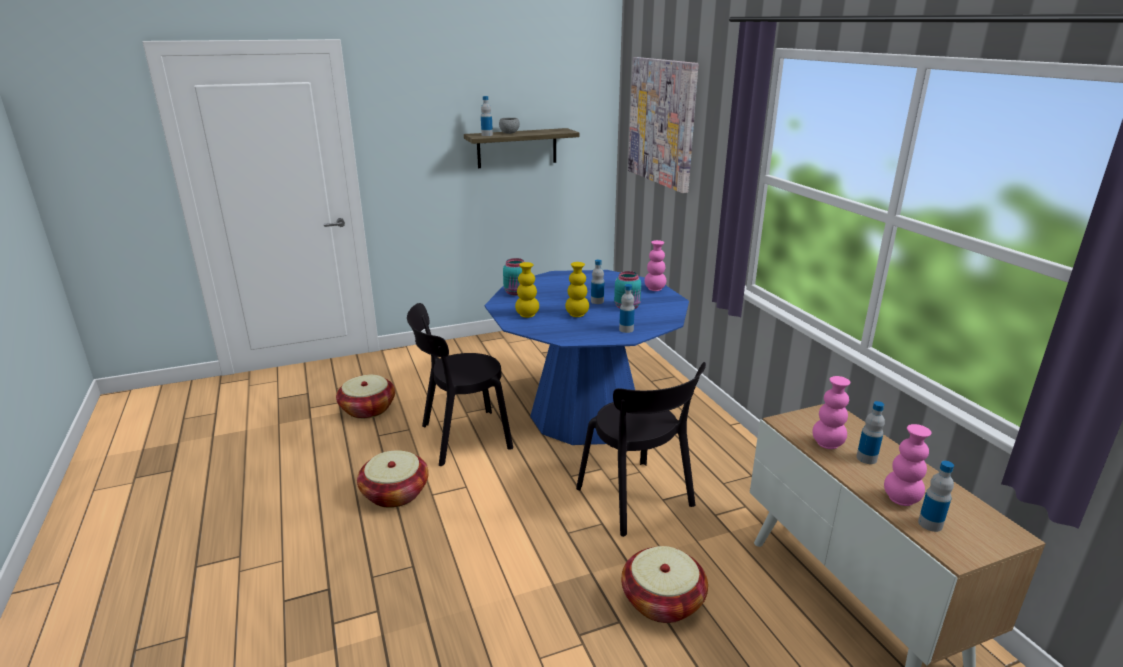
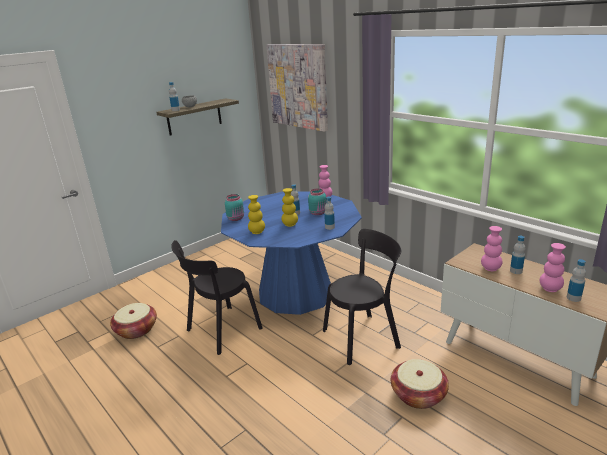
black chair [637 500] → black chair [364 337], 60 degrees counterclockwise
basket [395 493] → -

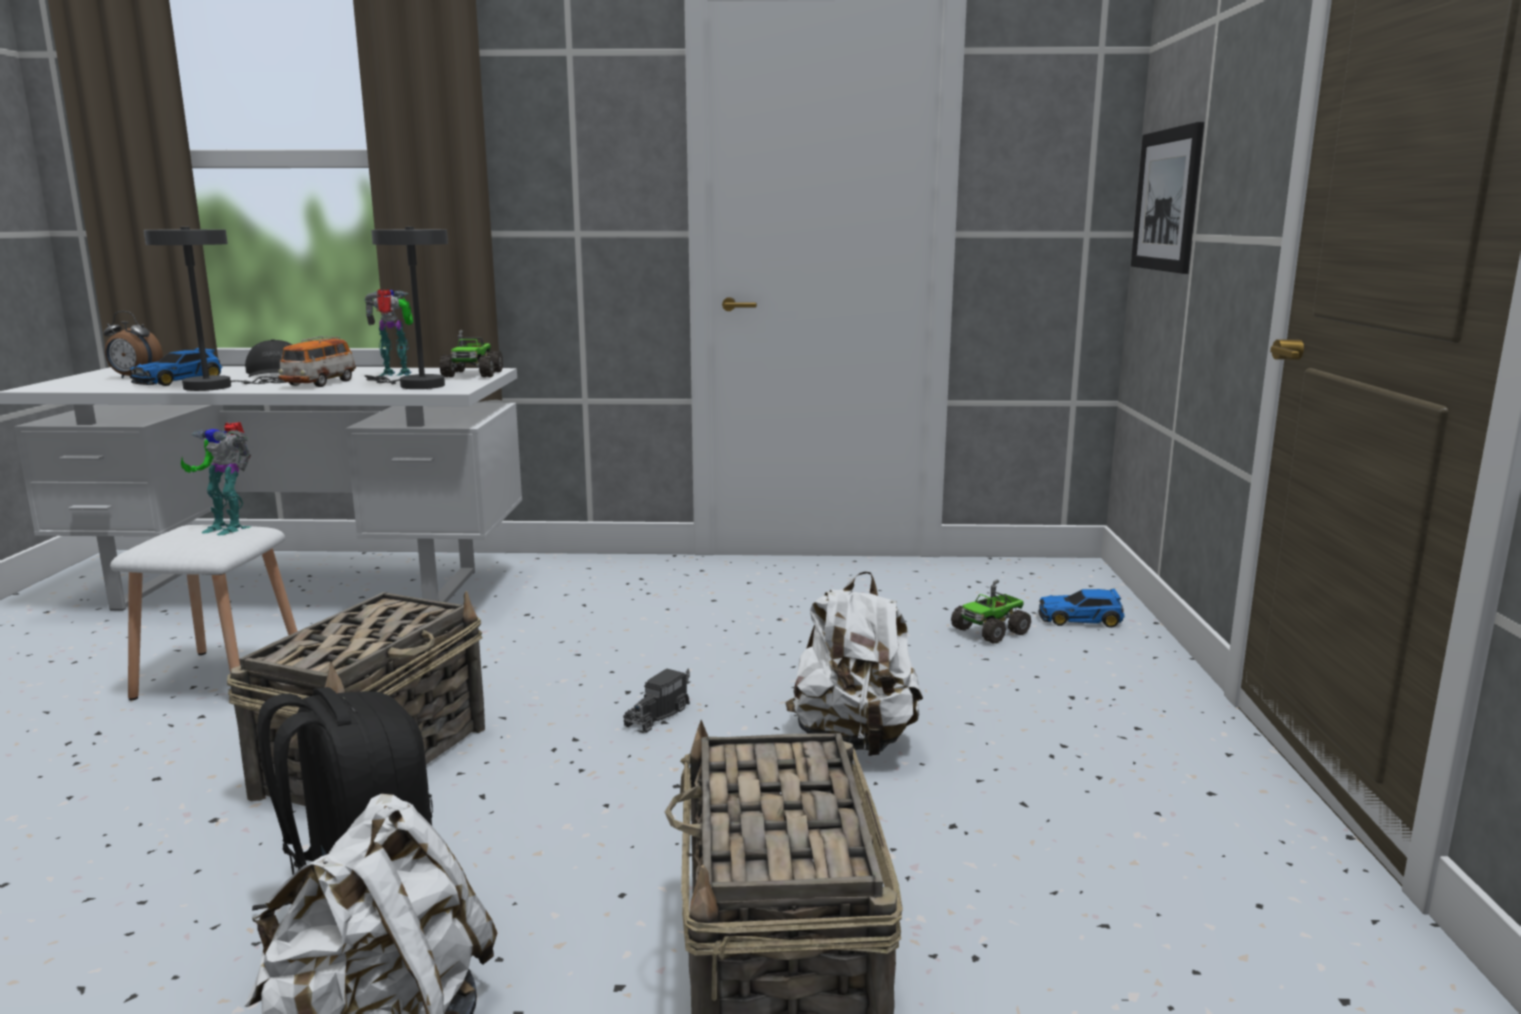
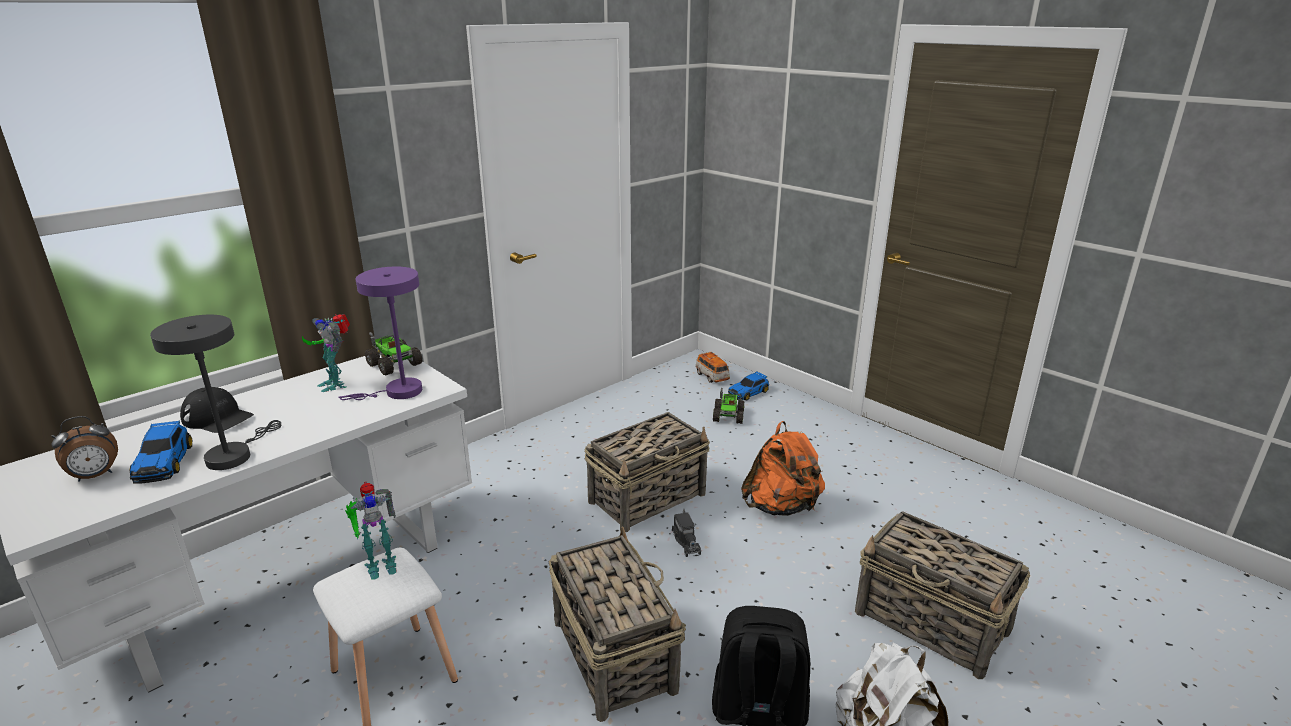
toy robot [397 374] → toy robot [335 384], 75 degrees counterclockwise
grey table lamp [415 385] → purple table lamp [397 392]
- → basket [648 497]
toy car [319 383] → toy car [712 377], move
white backpack [854 741] → orange backpack [781 507]
picture [1166 200] → -

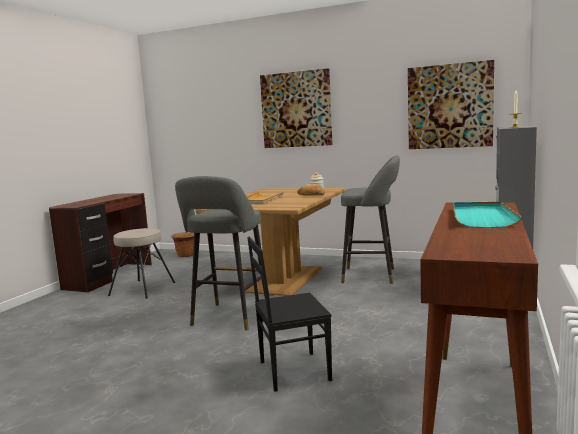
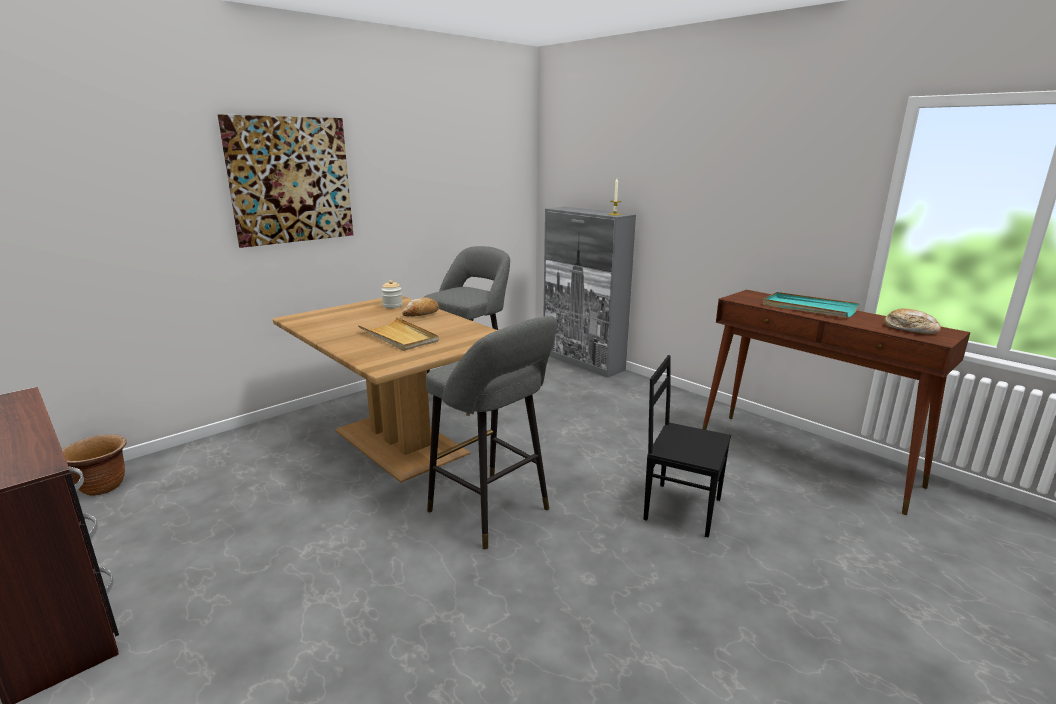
black chair [292 370] → black chair [681 508], 105 degrees clockwise
- → bread [910 329]
beige stool [143 289] → -
picture [449 106] → -

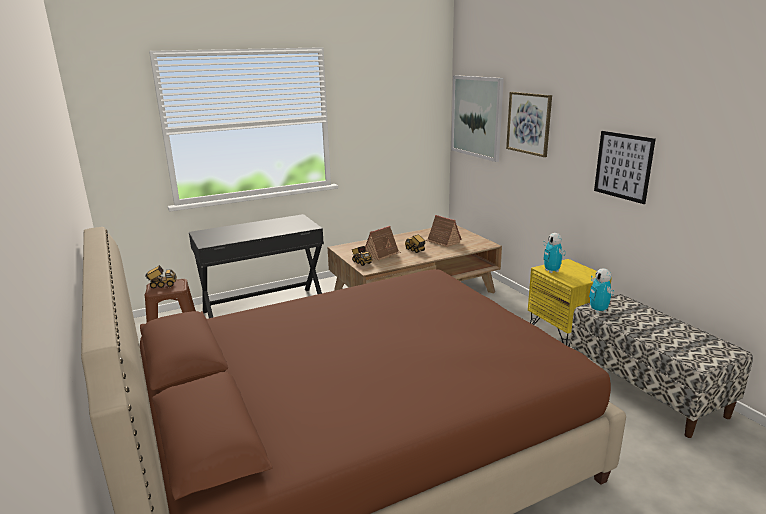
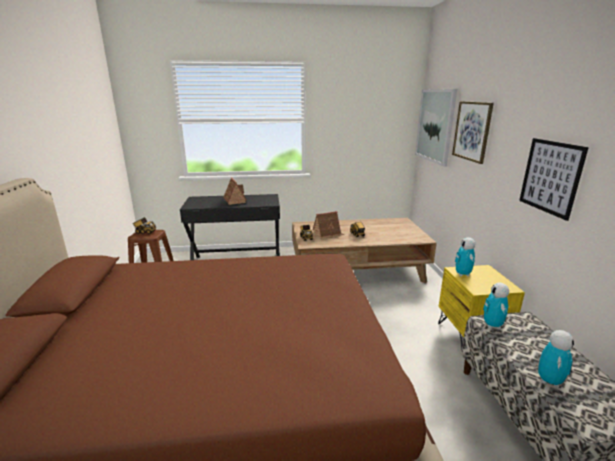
toy house [443 241] → toy house [234 200], move
- → toy robot [549 381]

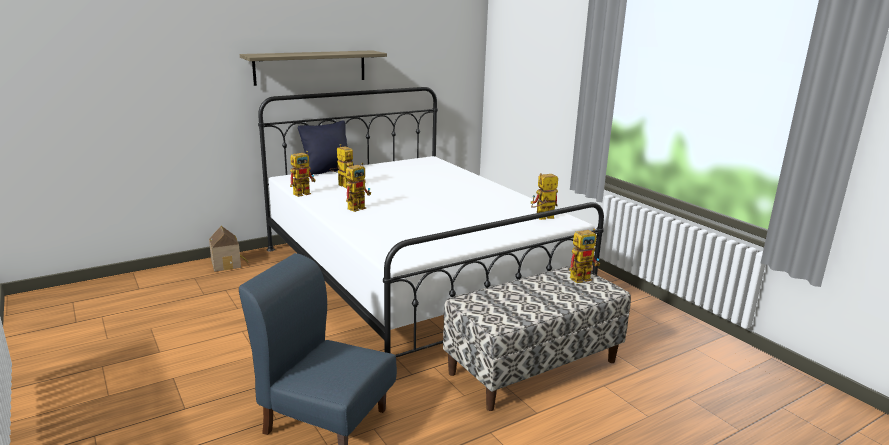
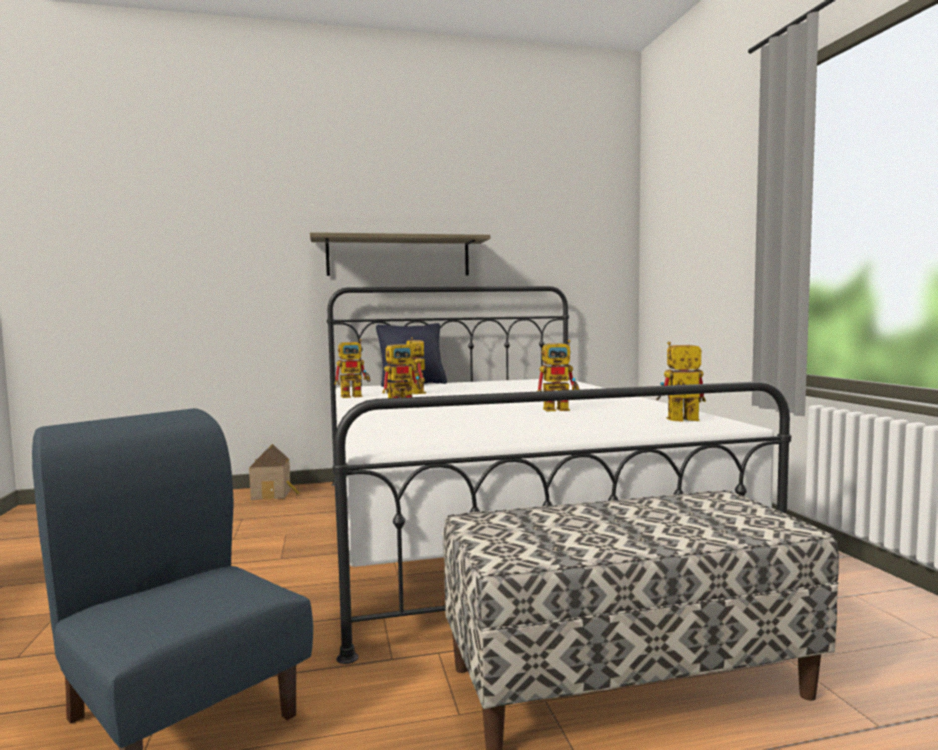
toy robot [583 277] → toy robot [561 409], move

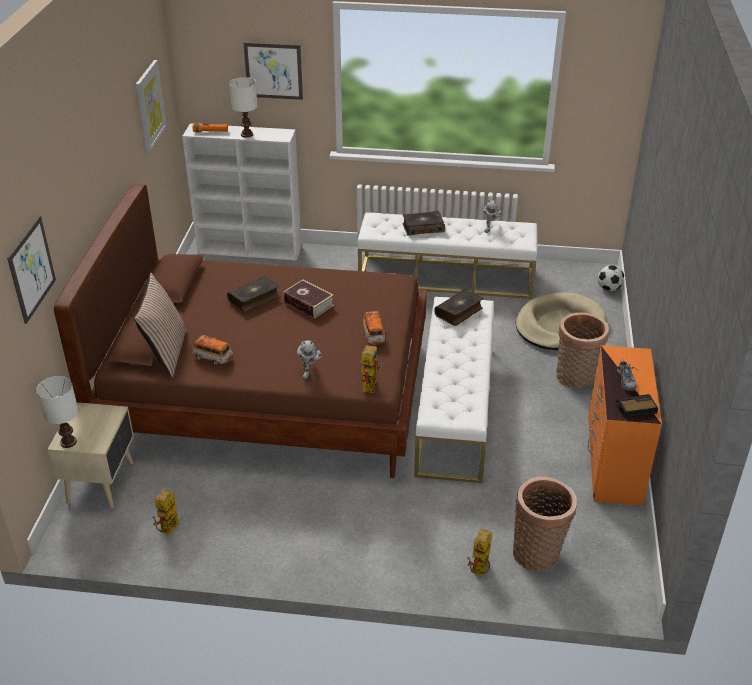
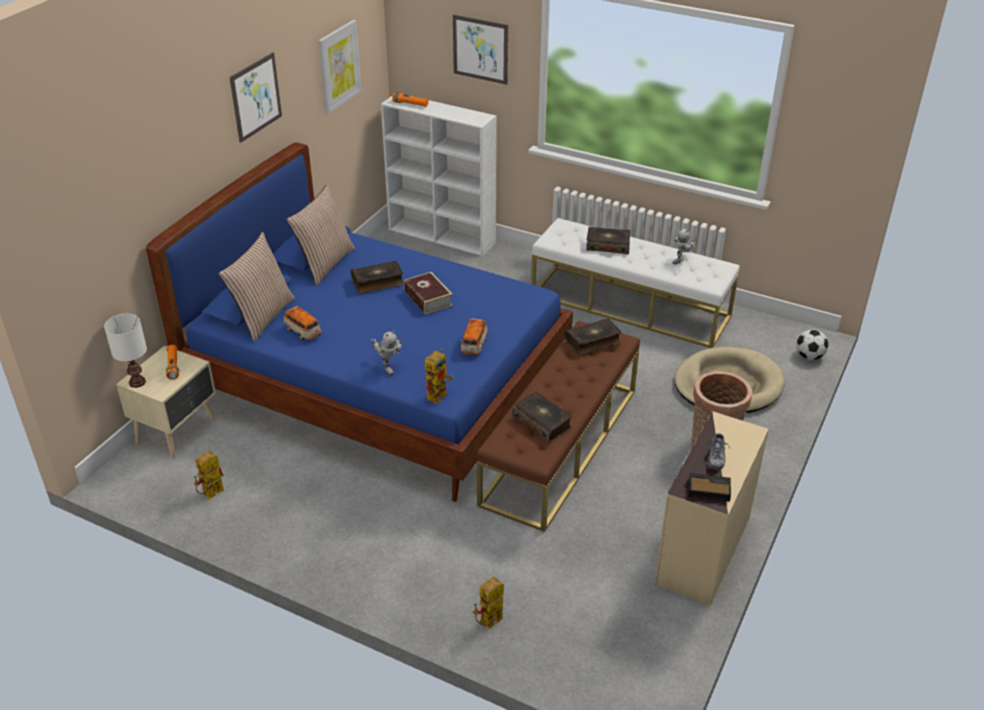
brown bed [268 392] → blue bed [379 382]
- → orange flashlight [173 366]
picture [31 269] → picture [256 97], move
- → pillow [325 263]
toy robot [309 371] → toy robot [387 367], 60 degrees counterclockwise
white bench [454 407] → brown bench [560 445]
- → book [542 422]
orange dresser [612 463] → beige dresser [702 550]
white table lamp [247 134] → -
basket [538 553] → -

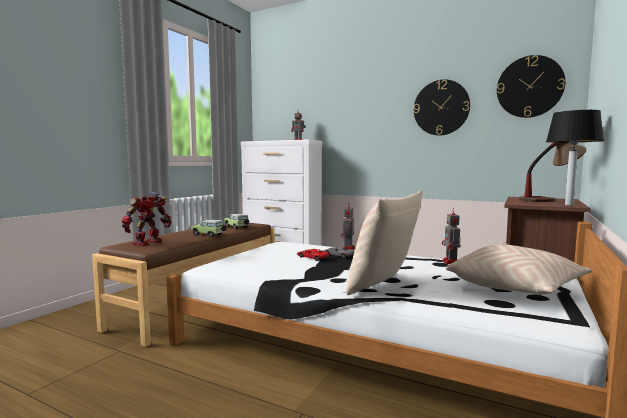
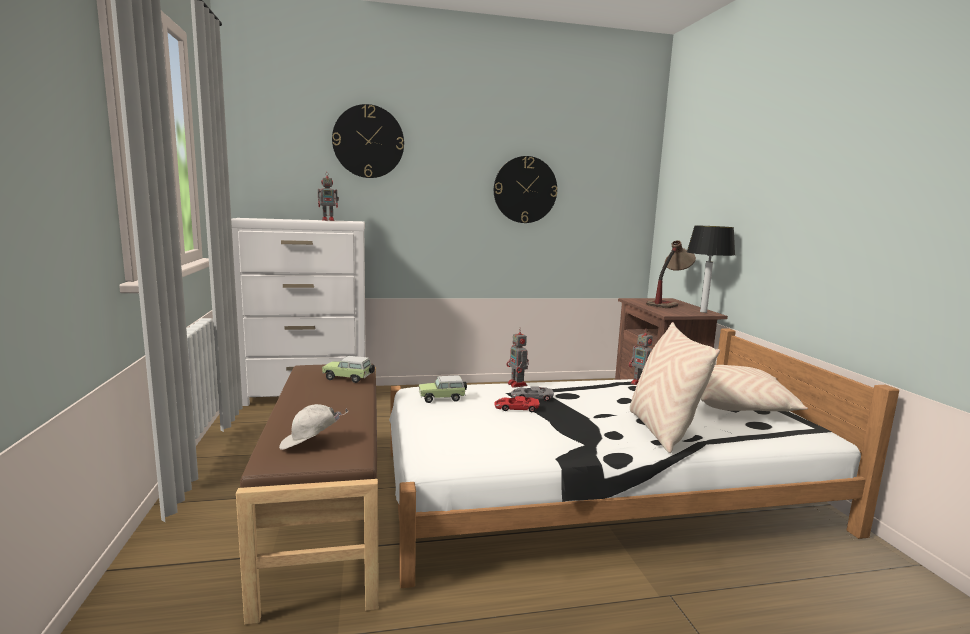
toy robot [149 243] → white cap [310 443]
wall clock [529 87] → wall clock [368 141], move
toy car [209 235] → toy car [443 398], move

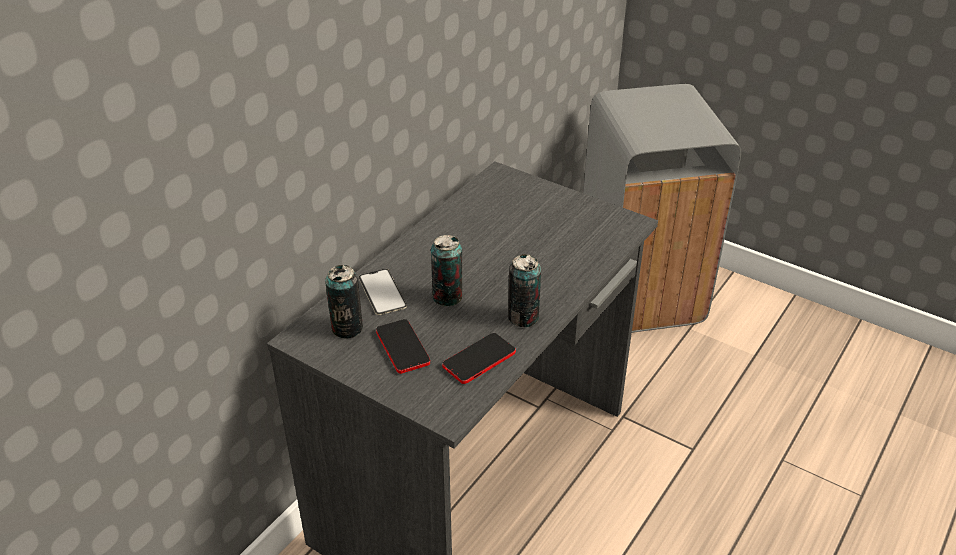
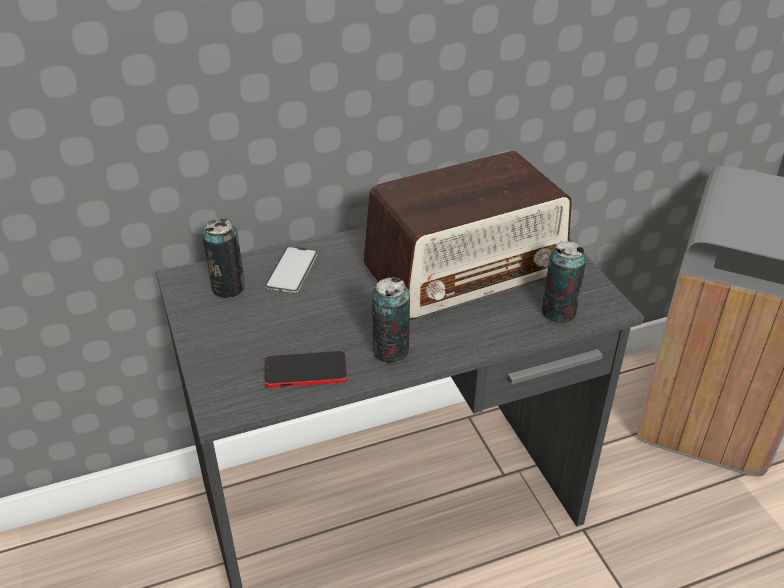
- → radio [466 269]
can [447 297] → can [558 312], move
phone [402 347] → -

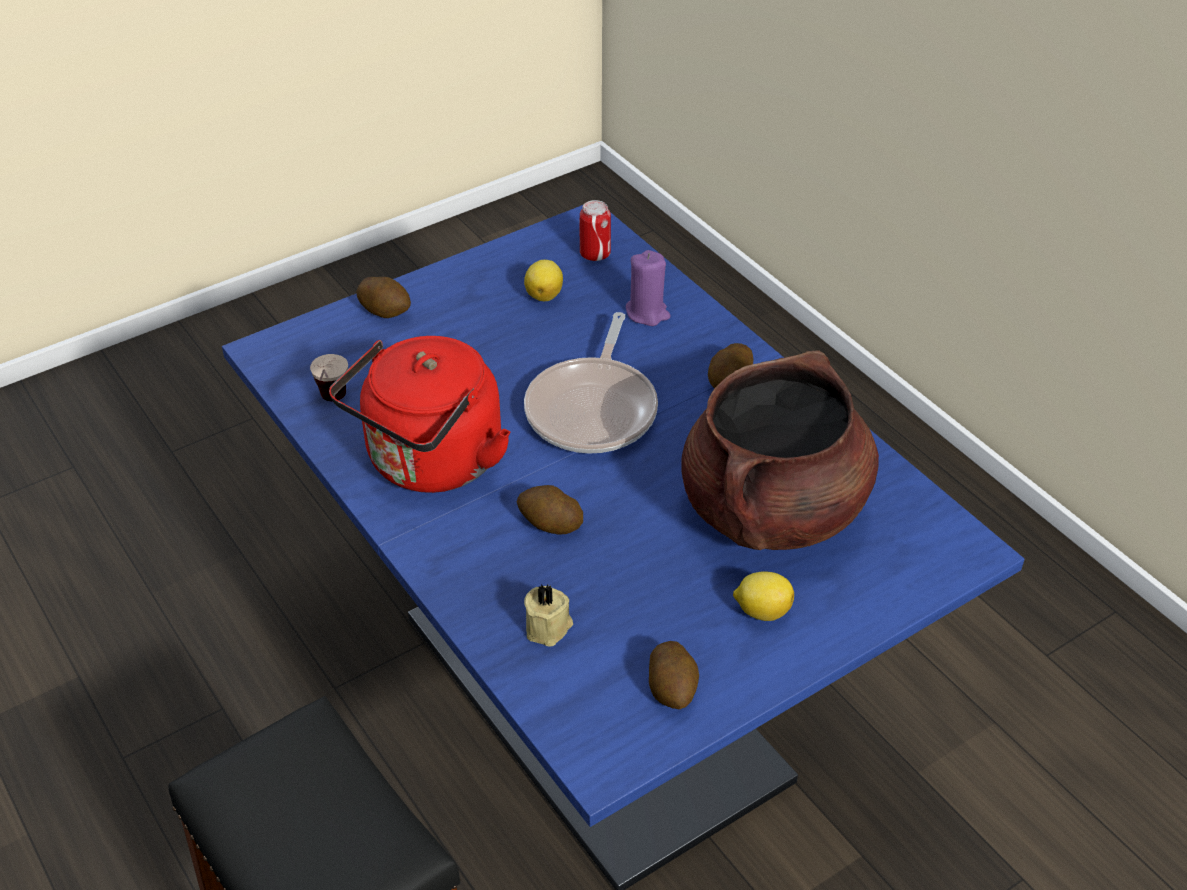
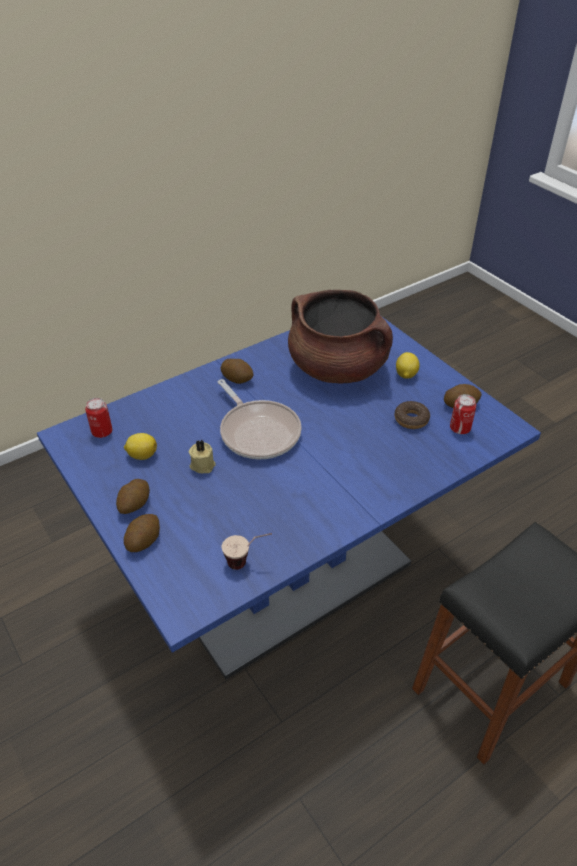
potato [550 524] → potato [134 505], move
beige candle [549 628] → beige candle [202 464], move
frying pan [594 409] → frying pan [258 431], 45 degrees clockwise
- → donut [411 419]
- → can [460 428]
red kettle [430 464] → -
purple candle [647 313] → -

